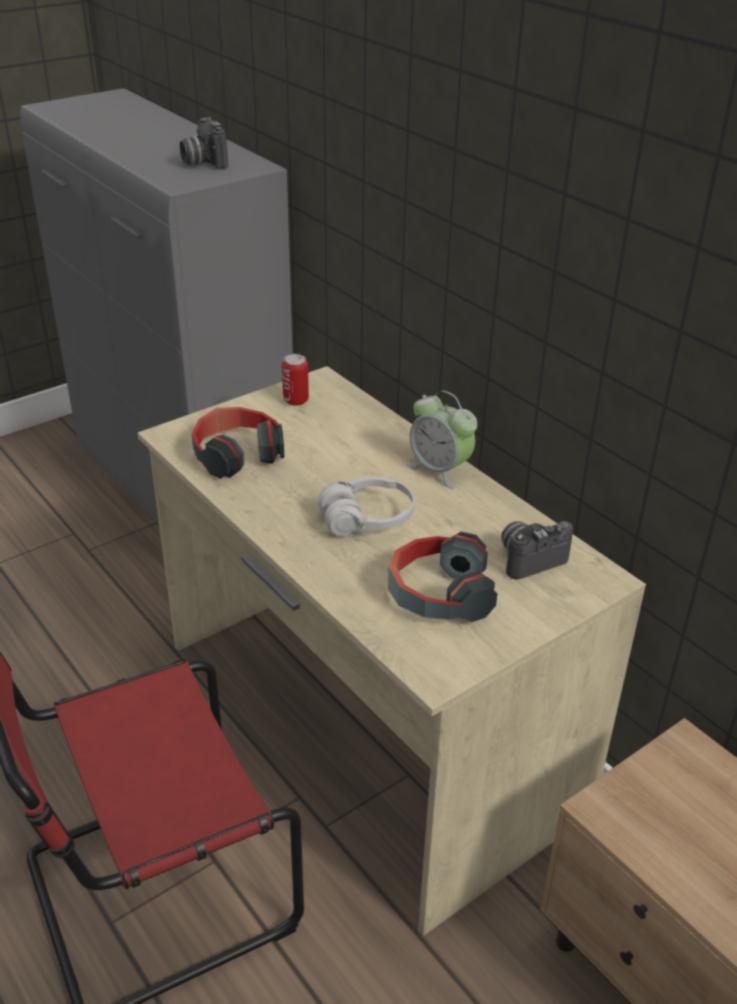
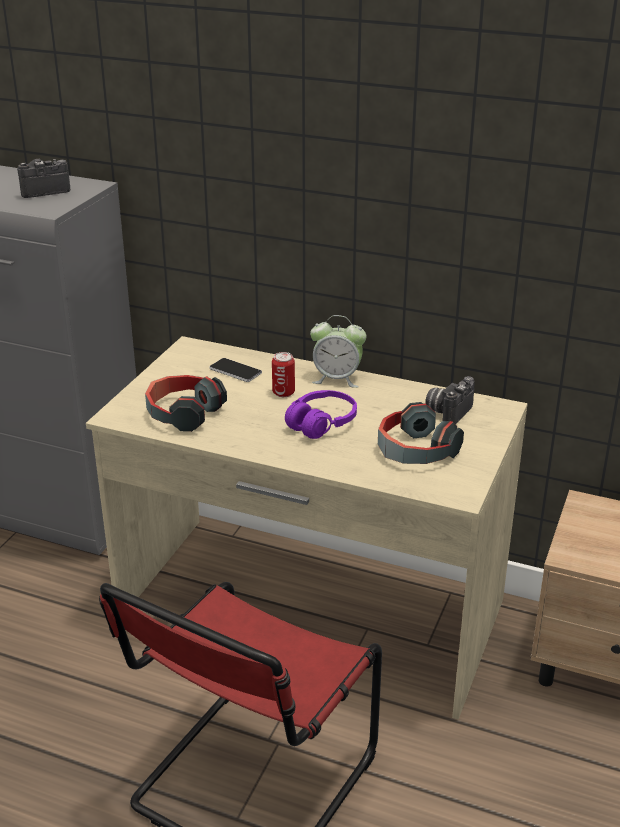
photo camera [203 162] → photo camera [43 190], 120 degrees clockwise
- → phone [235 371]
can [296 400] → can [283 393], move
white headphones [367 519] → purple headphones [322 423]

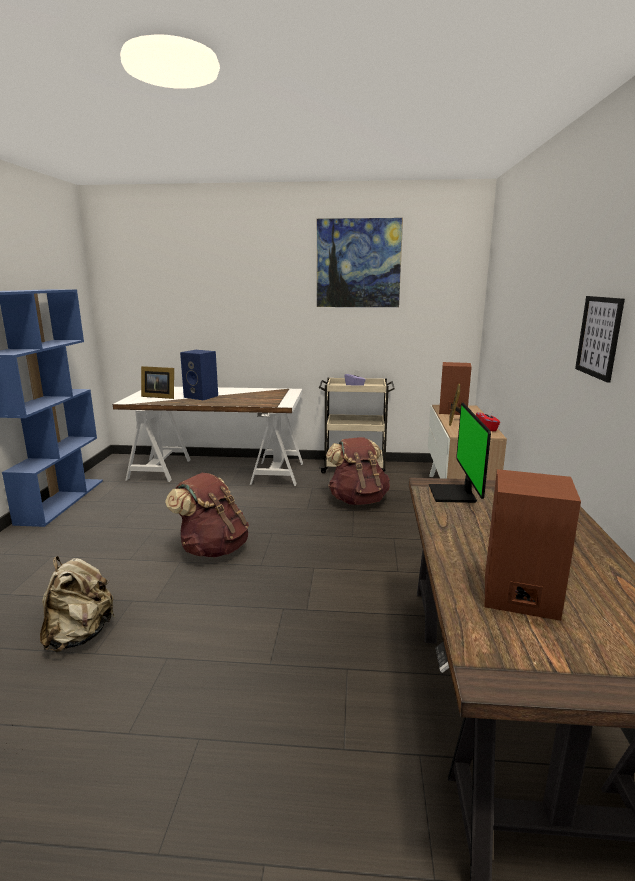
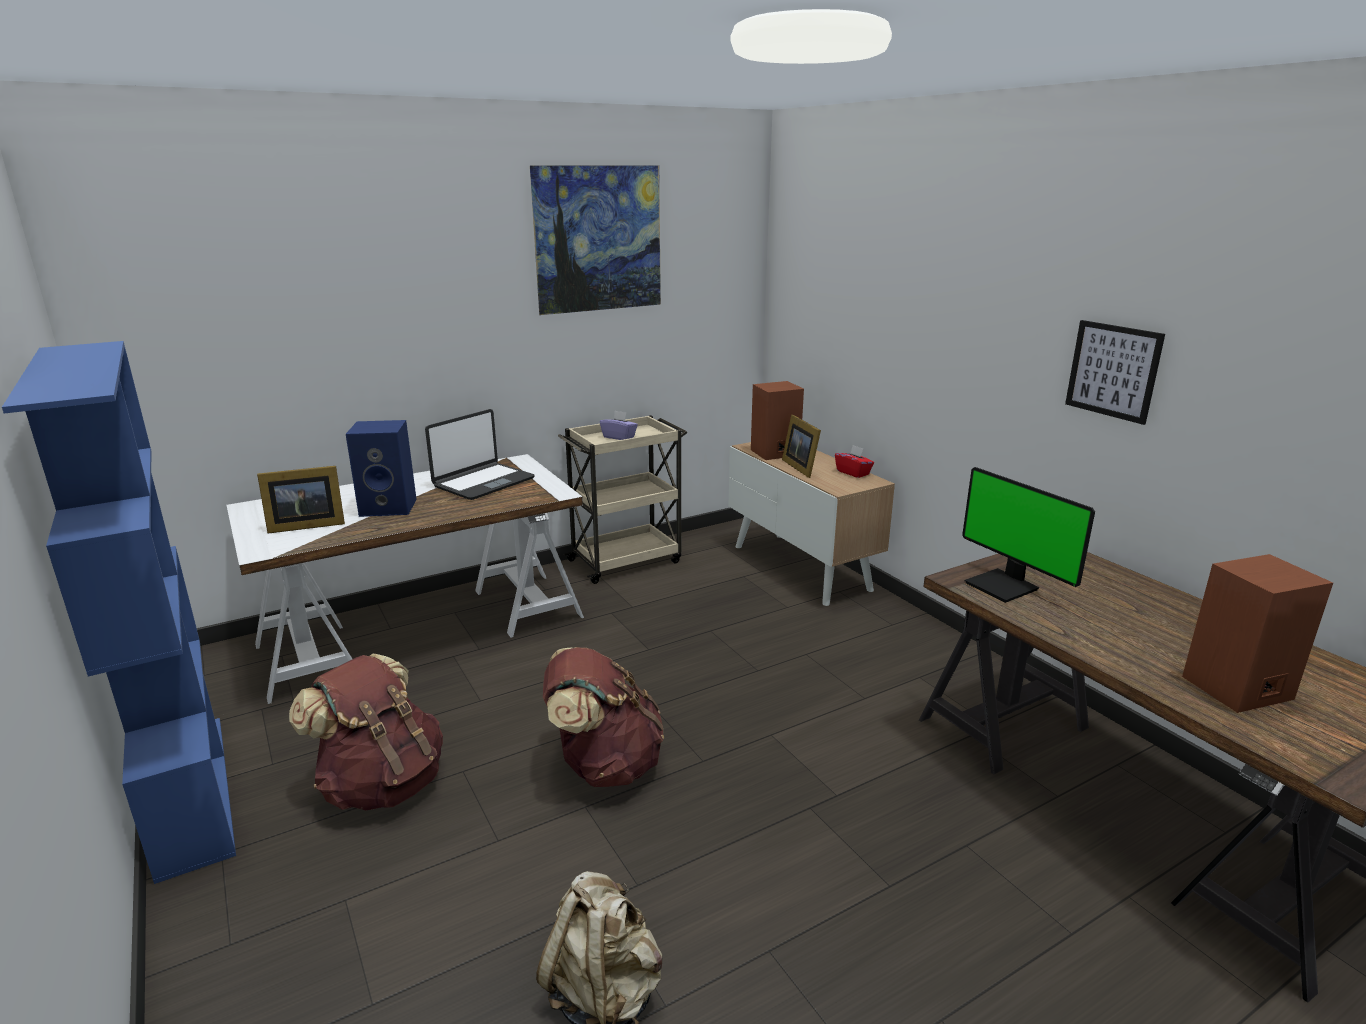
brown backpack [357 500] → brown backpack [382 784], move
- → laptop [483 482]

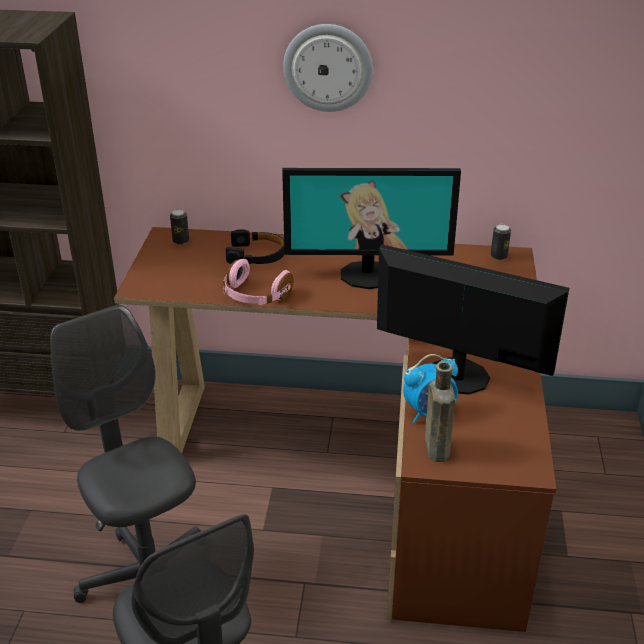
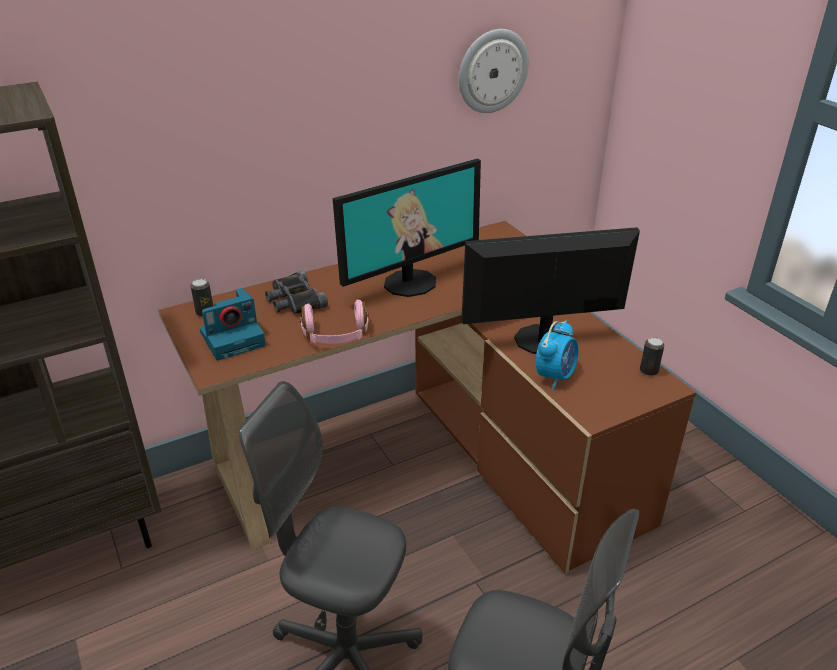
- → photo camera [234 338]
black headphones [256 255] → black binoculars [294 300]
wall clock [328 67] → wall clock [492 71], move
can [498 256] → can [648 371], move
brown bottle [436 447] → -

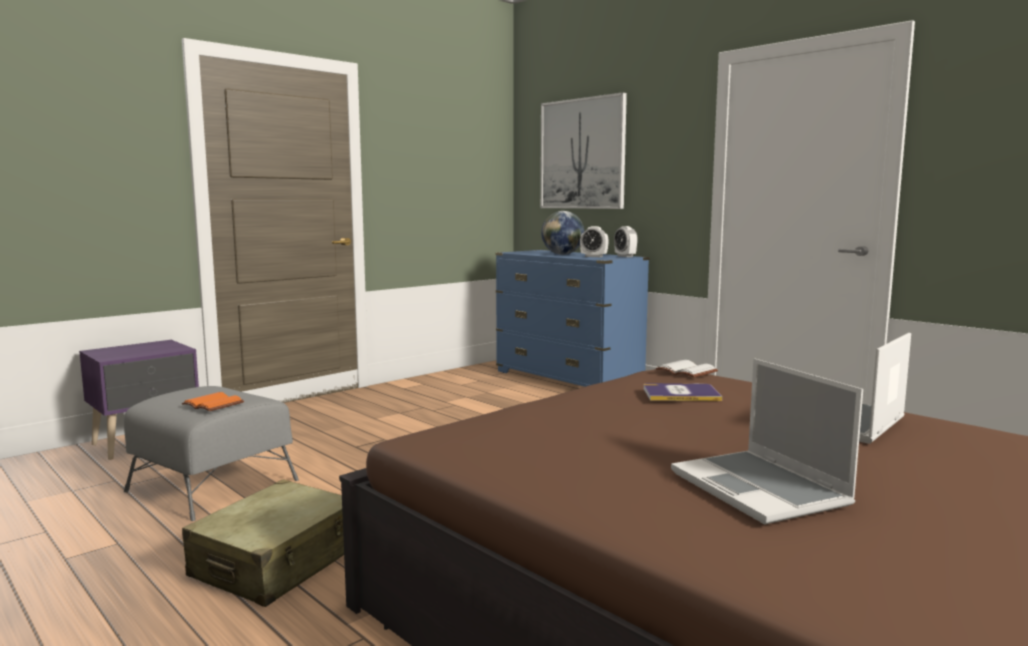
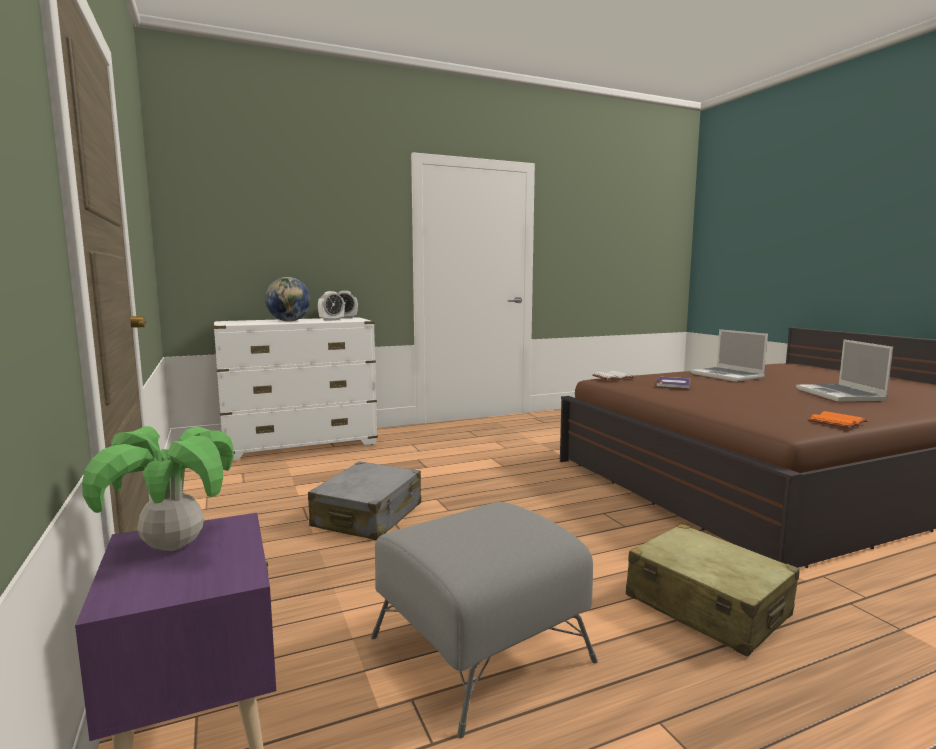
- → potted plant [174 546]
blue dresser [568 379] → white dresser [300 445]
- → grey suitcase [368 516]
laptop [761 489] → laptop [841 395], 90 degrees clockwise
orange book [215 404] → orange book [835 422], move
picture [582 154] → -

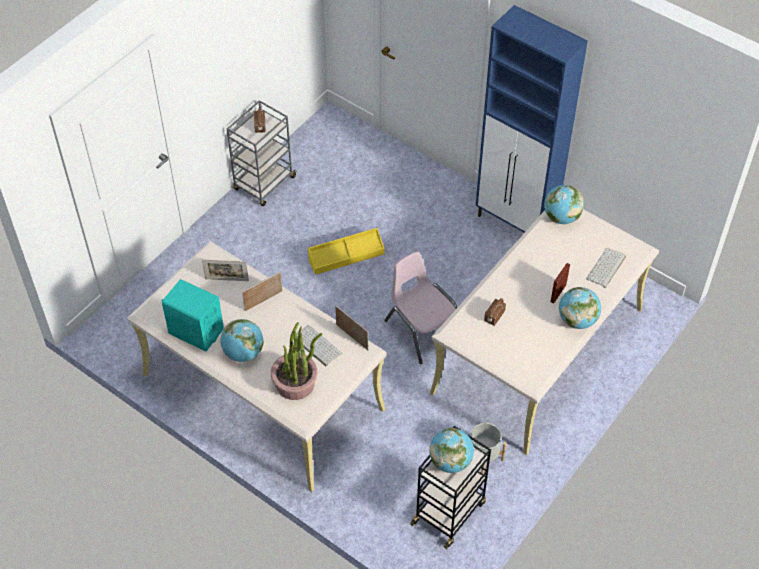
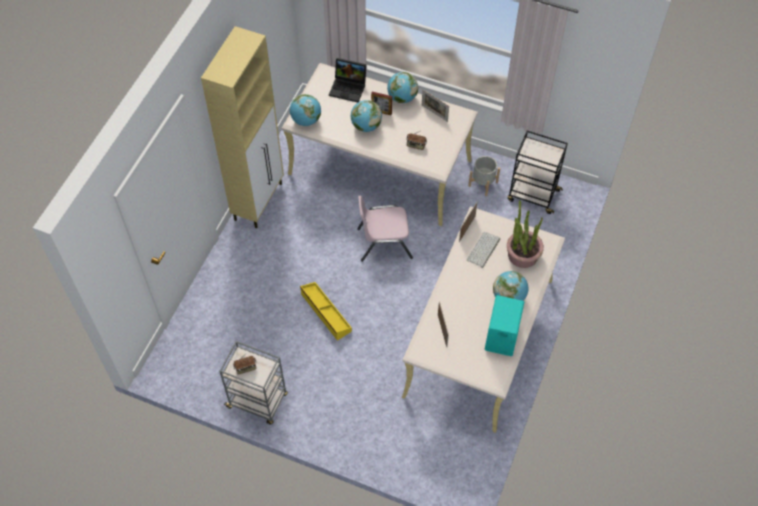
blue cabinet [515 224] → beige cabinet [259 201]
keyboard [606 268] → laptop [349 88]
globe [450 461] → globe [366 126], move
pink chair [422 329] → pink chair [384 242], 45 degrees clockwise
picture frame [263 301] → picture frame [434 113], move

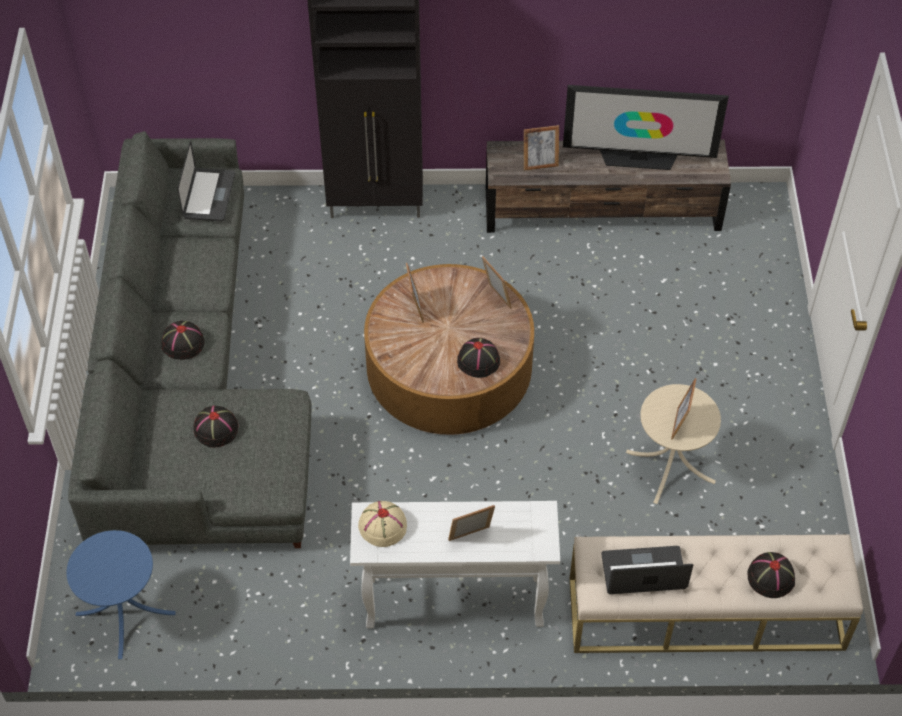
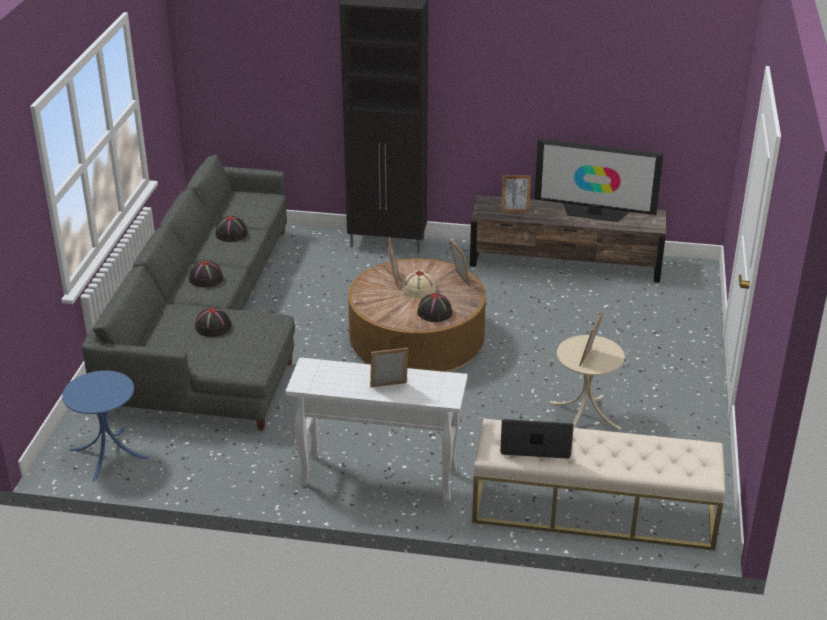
black hat [770 576] → black hat [231 233], move
beige hat [382 526] → beige hat [418 289], move
laptop [209 196] → -

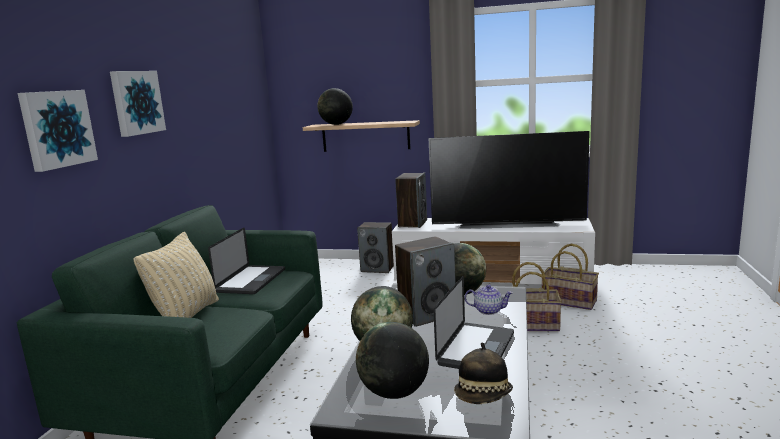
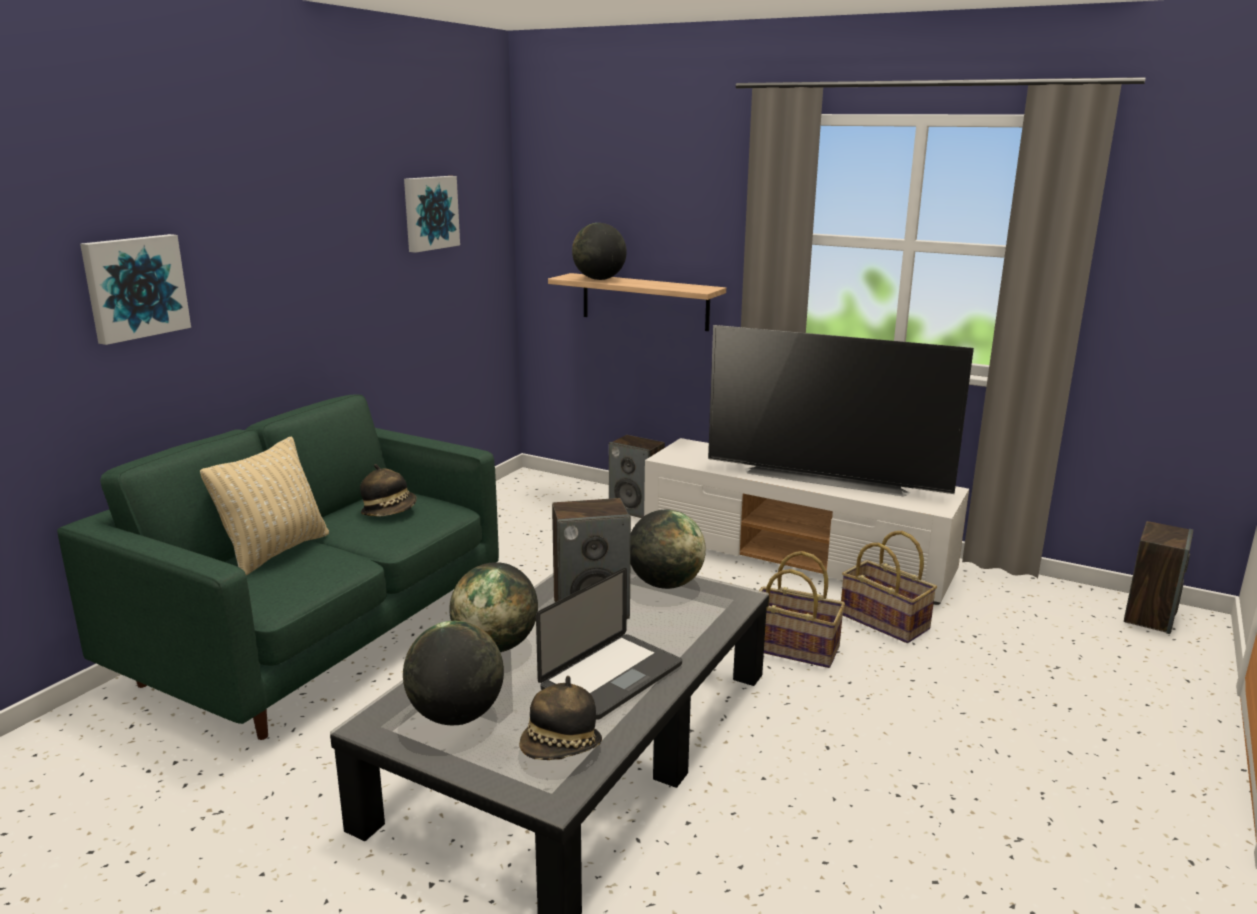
laptop [251 281] → hat [390 511]
picture [136 102] → picture [429 213], move
speaker [412 223] → speaker [1149 616], move
teapot [489 310] → -

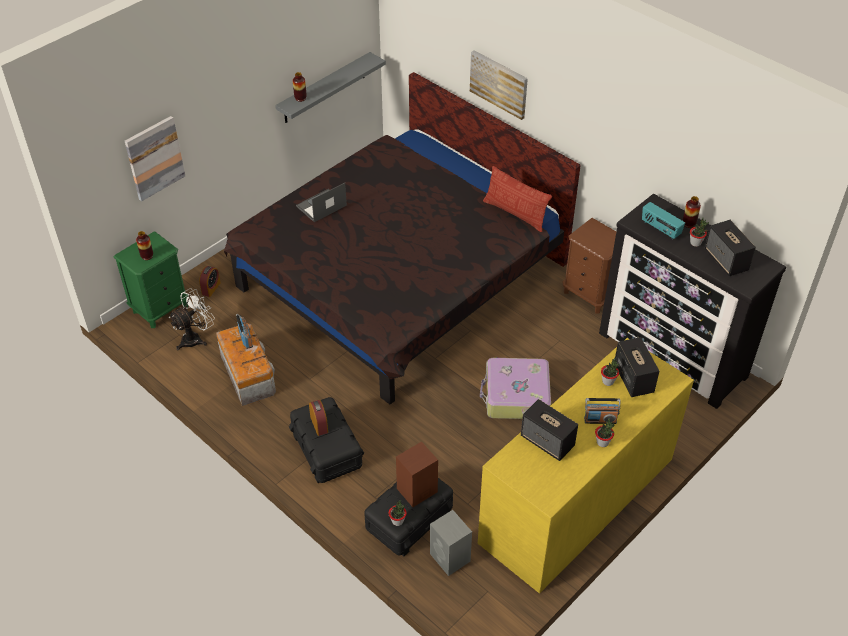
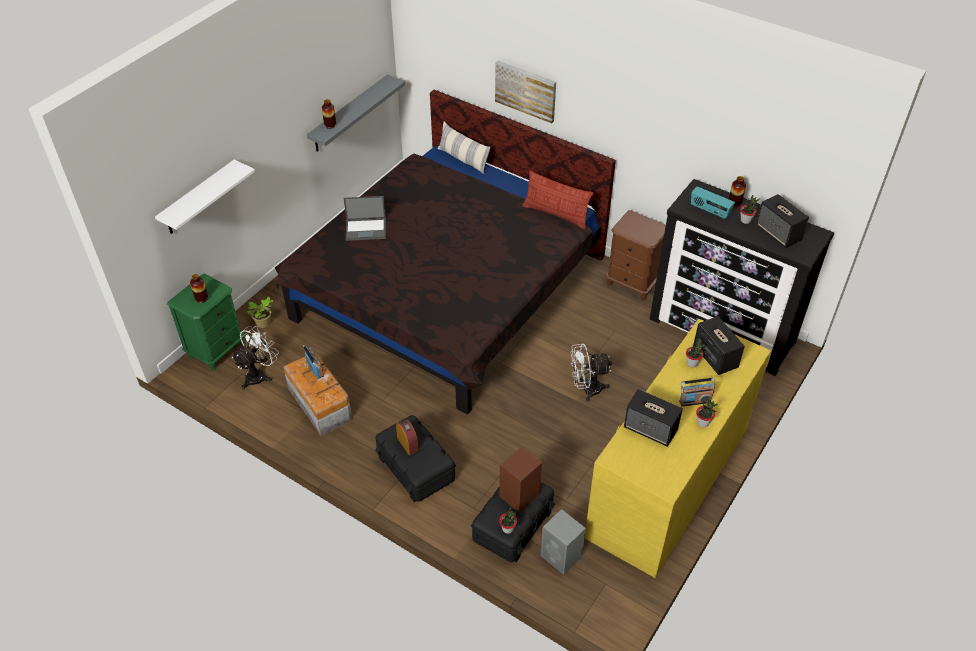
picture [154 158] → white shelf [198 198]
alarm clock [211 288] → potted plant [264 323]
laptop [321 206] → laptop [366 229], 135 degrees counterclockwise
- → pillow [463 159]
suitcase [516 396] → white fan [586 389]

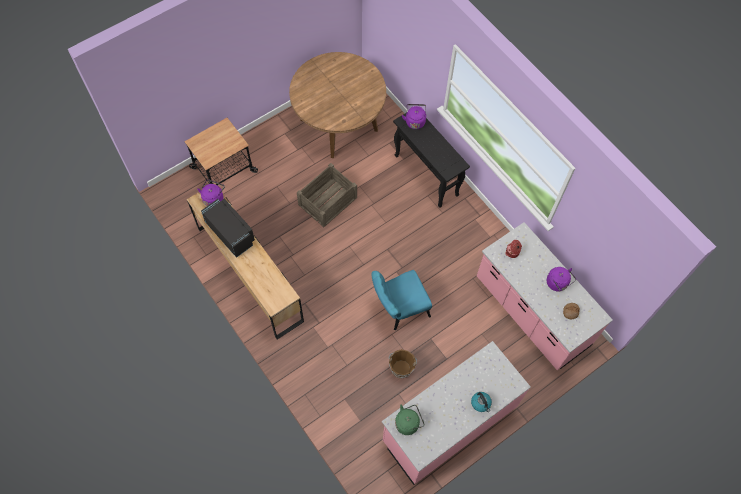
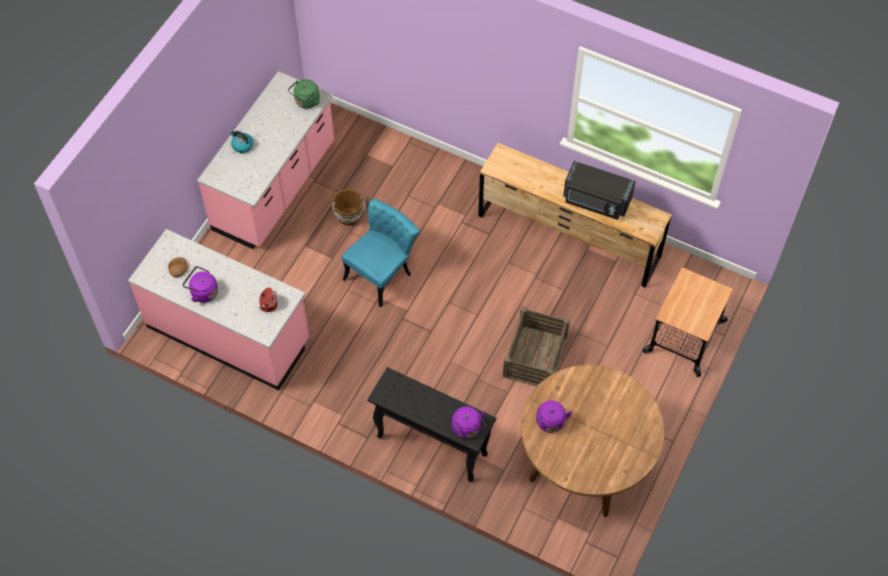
purple kettle [214 198] → purple kettle [551 423], move

